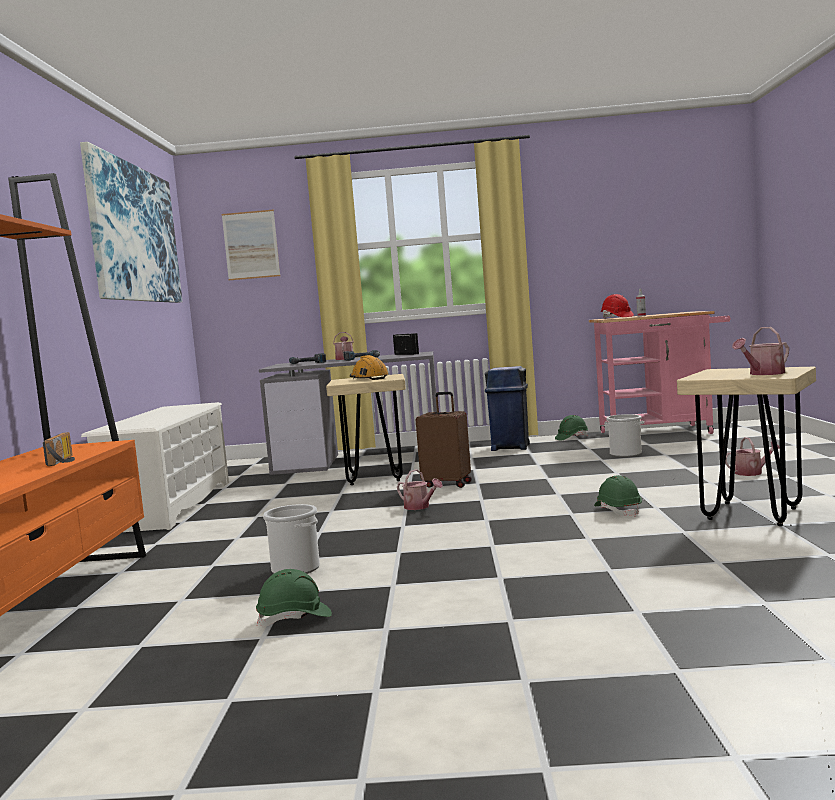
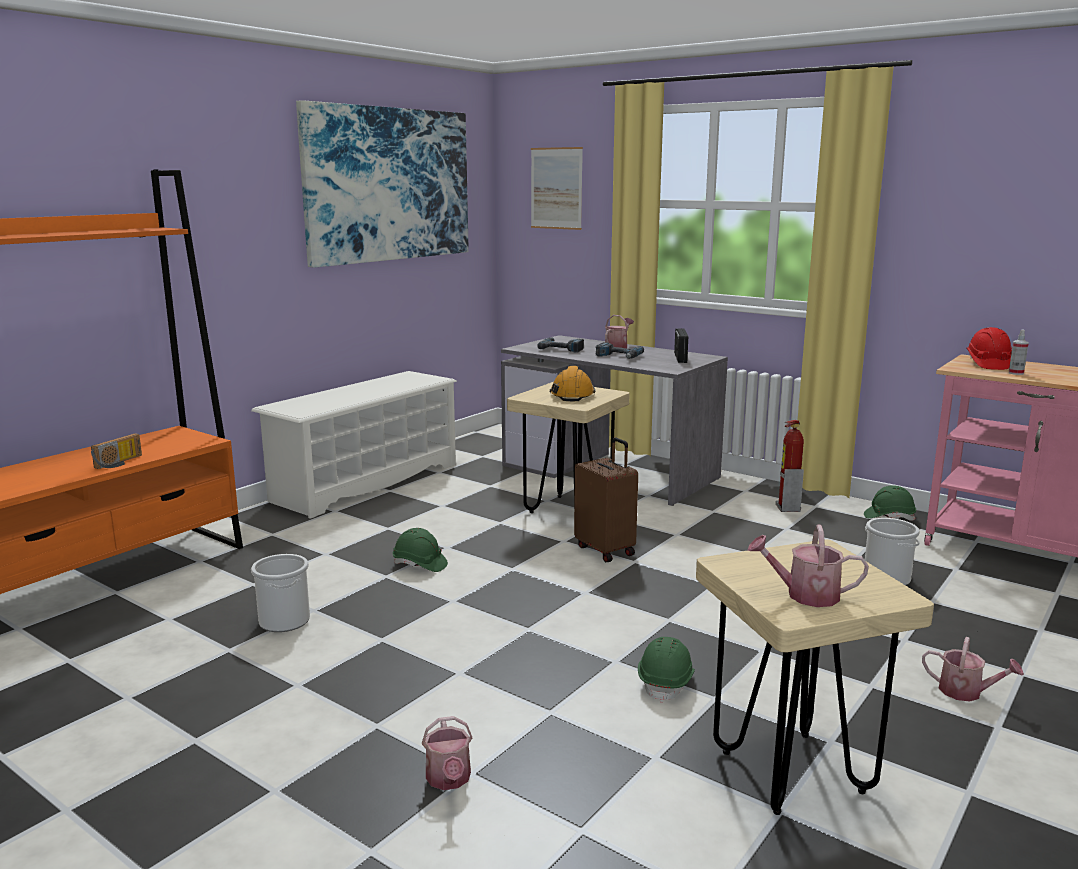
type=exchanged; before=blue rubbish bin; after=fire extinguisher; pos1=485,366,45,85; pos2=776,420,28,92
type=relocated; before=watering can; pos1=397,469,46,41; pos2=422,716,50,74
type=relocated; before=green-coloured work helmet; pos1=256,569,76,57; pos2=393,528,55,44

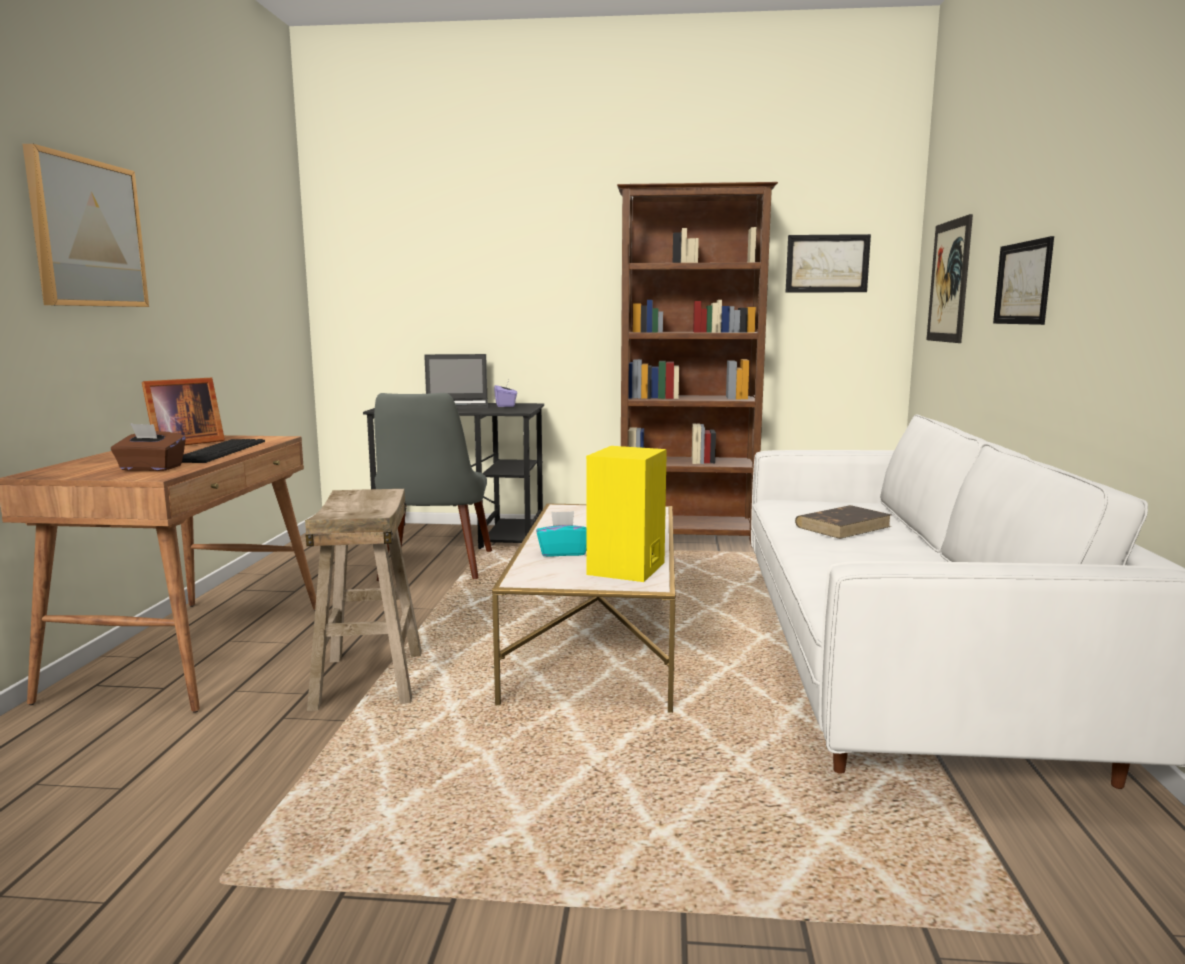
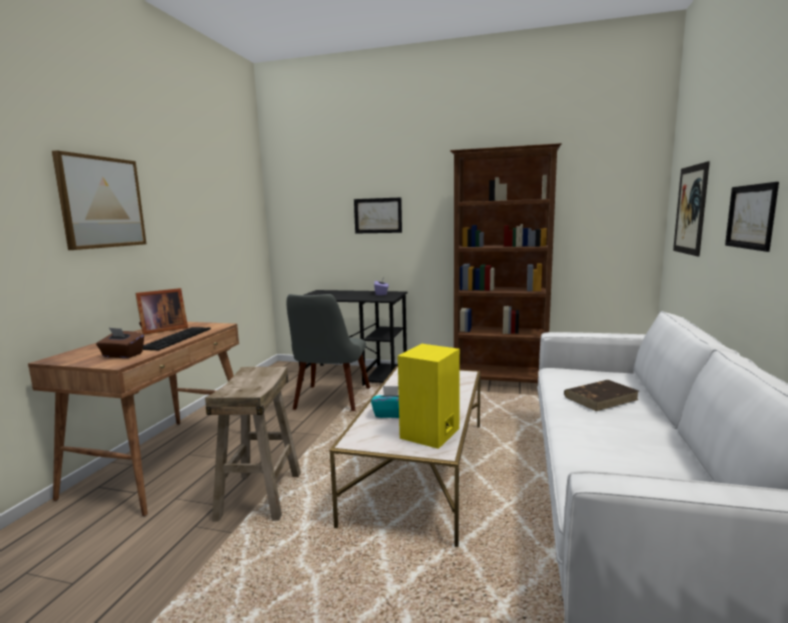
type=relocated; before=wall art; pos1=786,234,85,59; pos2=354,197,48,37
type=missing; before=laptop; pos1=424,354,64,55

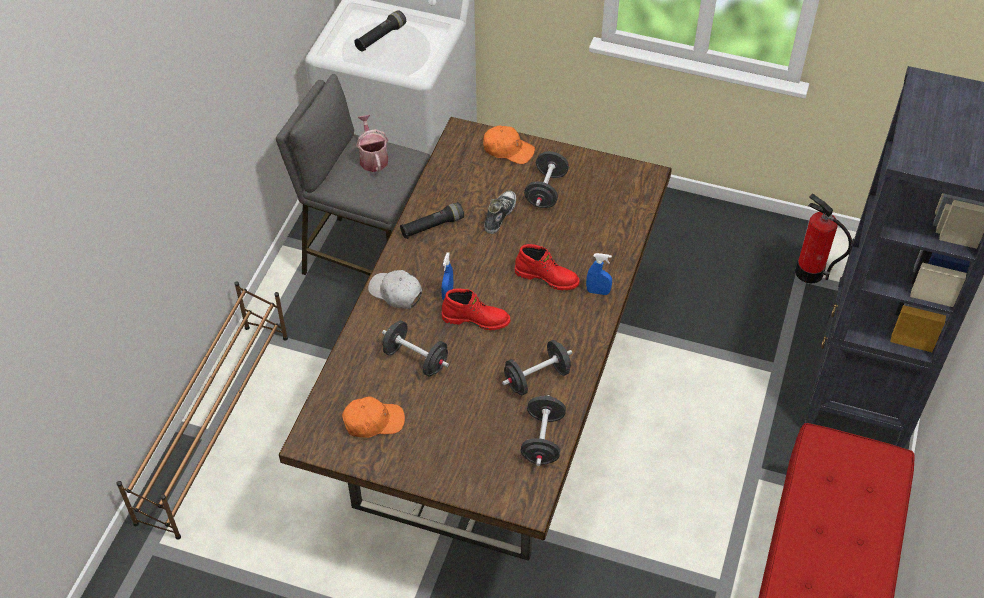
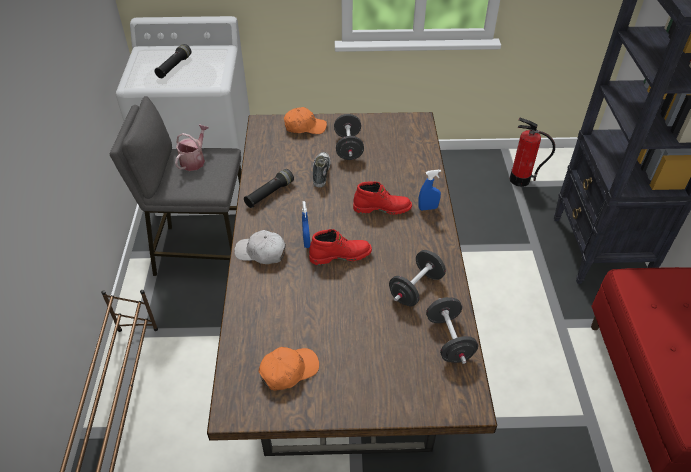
type=spun; before=watering can; pos1=356,115,32,57; pos2=175,124,34,47; turn=60
type=missing; before=black dumbbell; pos1=382,321,67,56

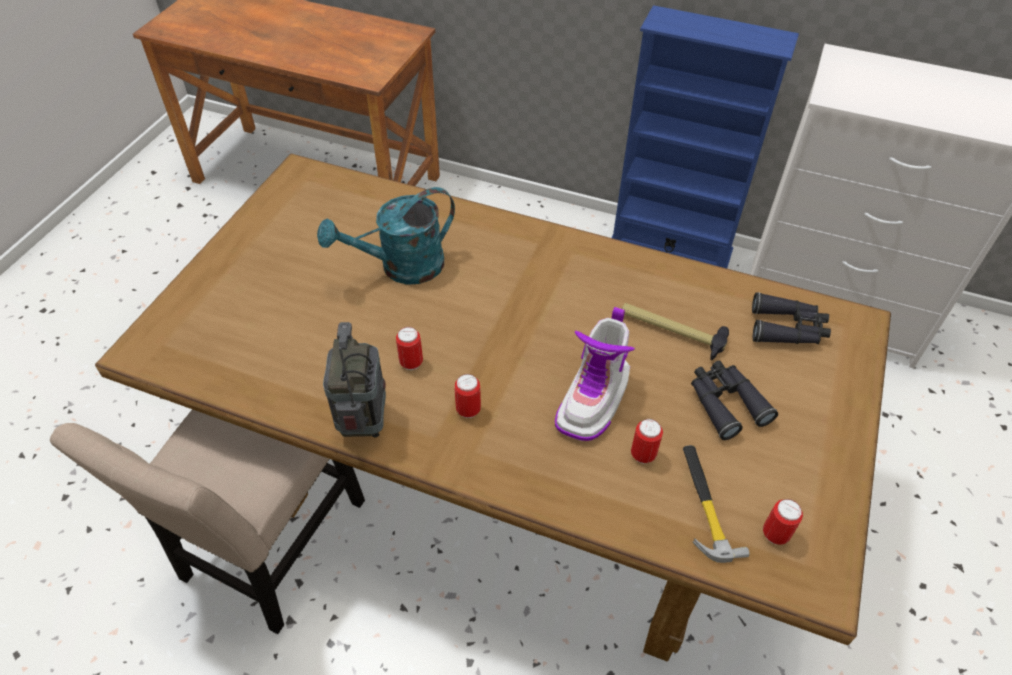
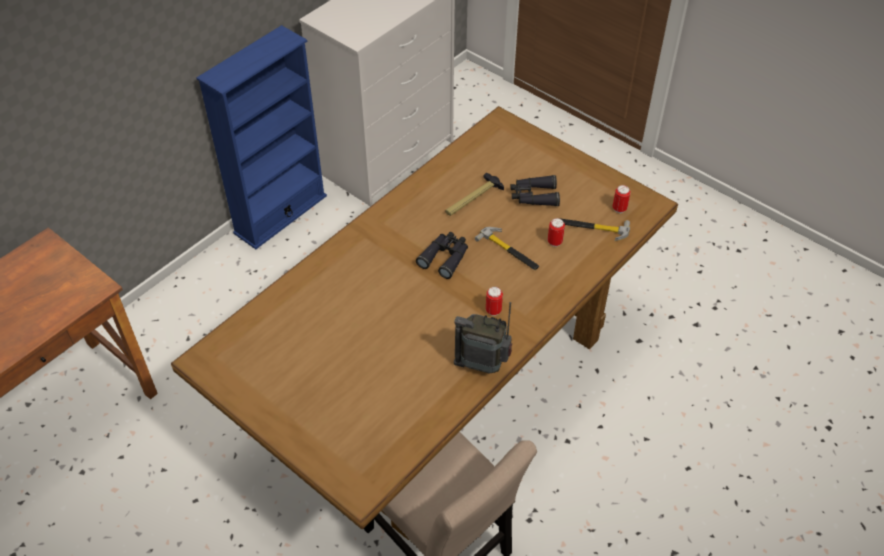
type=missing; before=turquoise watering can; pos1=317,187,138,98
type=relocated; before=black pair of binoculars; pos1=752,292,79,52; pos2=416,232,52,47
type=exchanged; before=tall boot; after=hammer; pos1=555,307,80,134; pos2=475,227,64,43
type=missing; before=sealed can; pos1=396,327,27,43

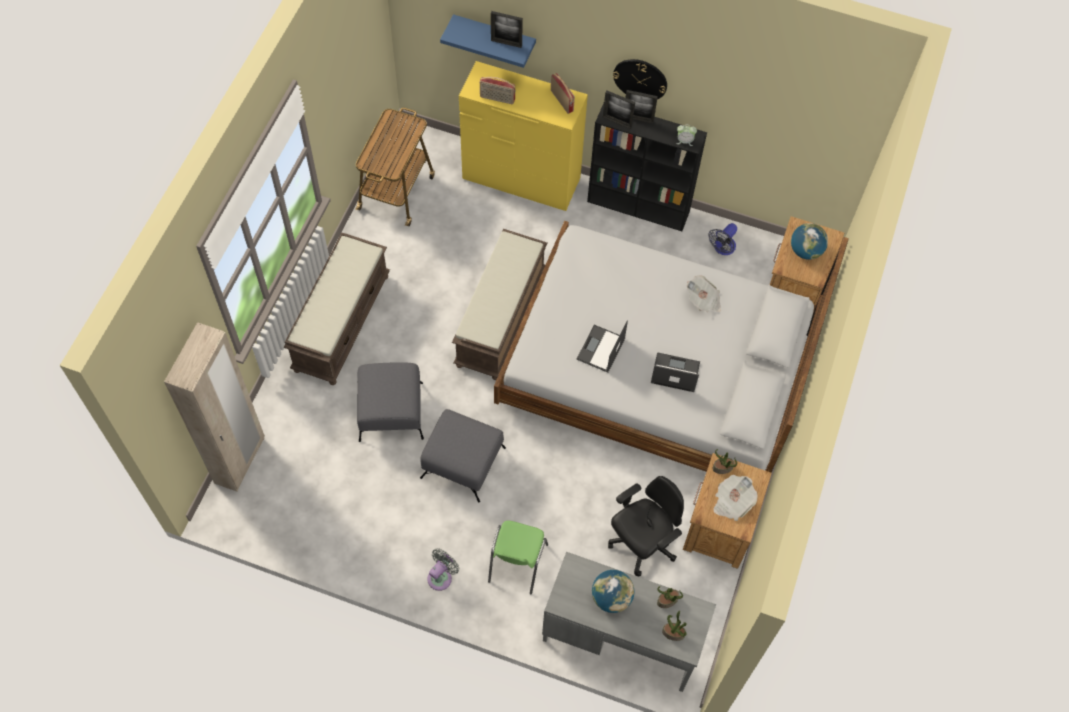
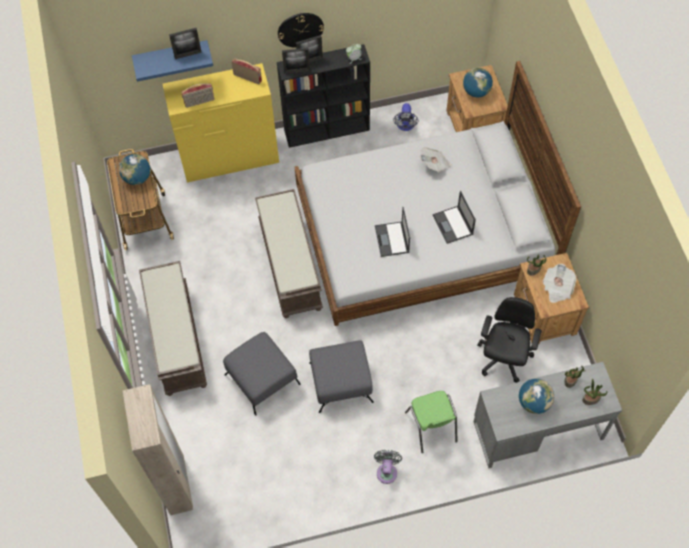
type=spun; before=laptop; pos1=651,352,49,40; pos2=433,191,43,53; turn=-90
type=appeared; after=world globe; pos2=119,154,31,31

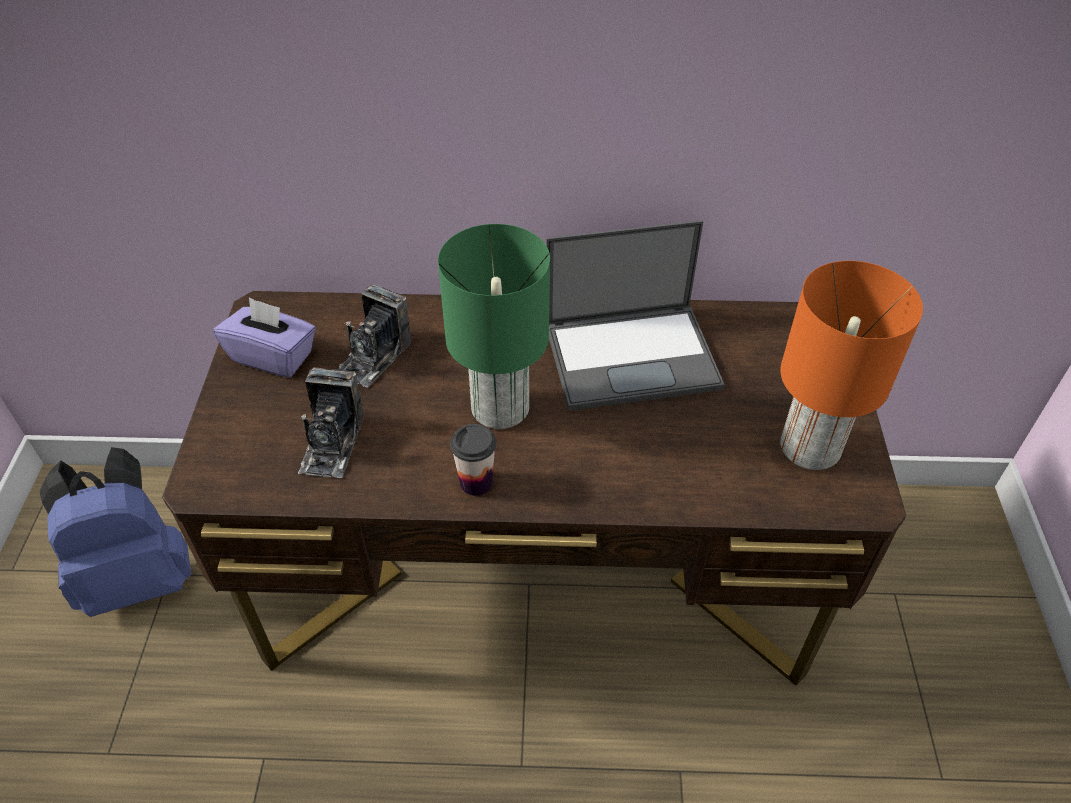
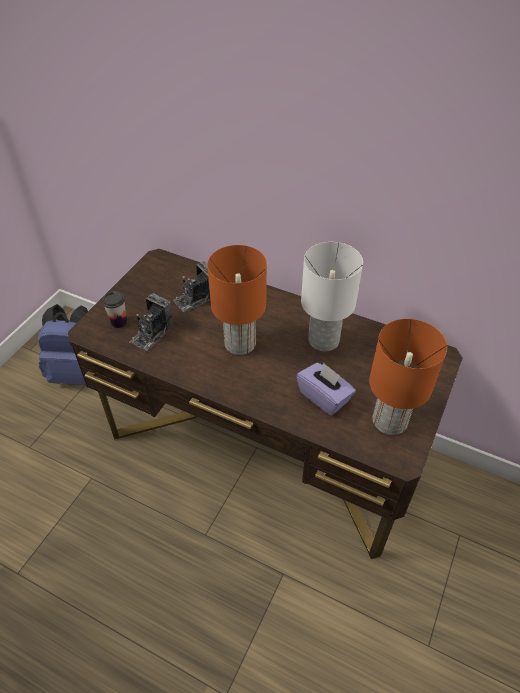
type=exchanged; before=laptop; after=whitish tabletop lamp; pos1=546,220,179,191; pos2=301,242,62,109
type=colour; before=green-coloured tabletop lamp; after=orangey tabletop lamp; pos1=438,224,112,205; pos2=207,245,60,110
type=relocated; before=purple-coloured tissue box; pos1=214,297,102,81; pos2=296,362,60,54
type=relocated; before=drinking cup; pos1=450,424,46,72; pos2=102,291,25,37

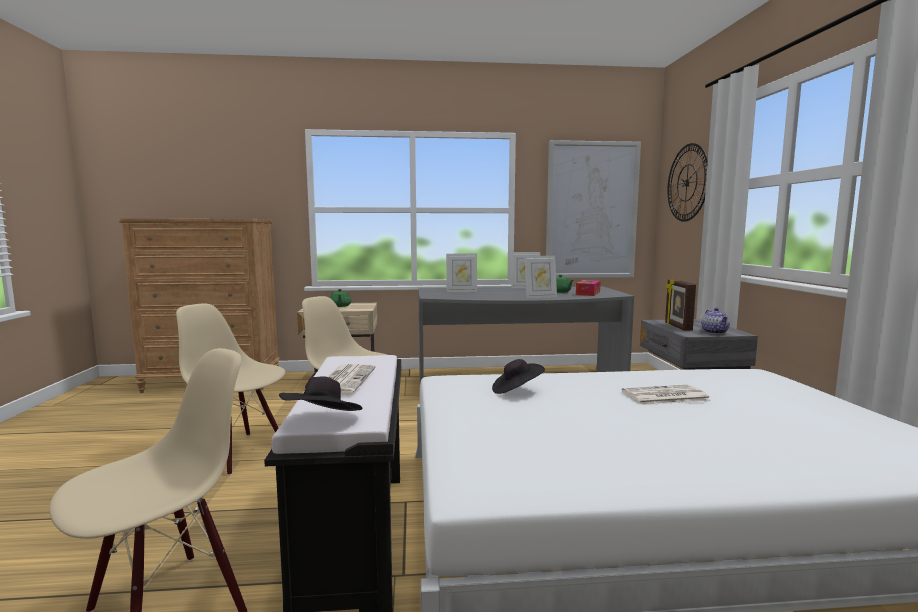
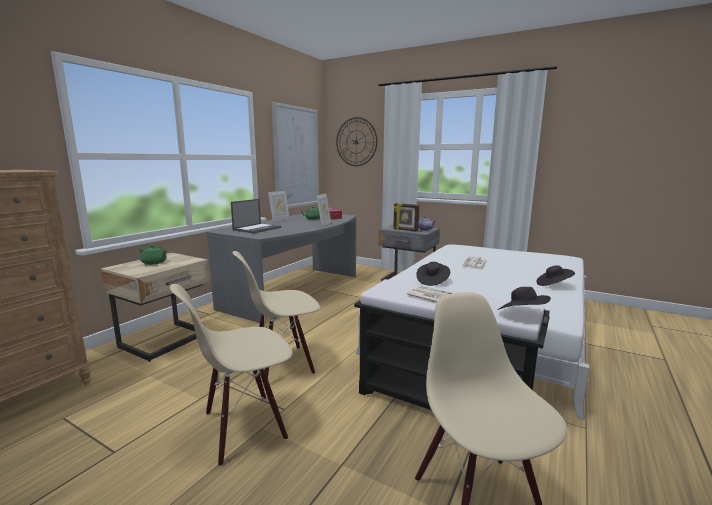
type=exchanged; before=standing frame; after=laptop; pos1=446,254,31,38; pos2=231,199,50,34
type=appeared; after=black wearable hat; pos2=536,265,39,21

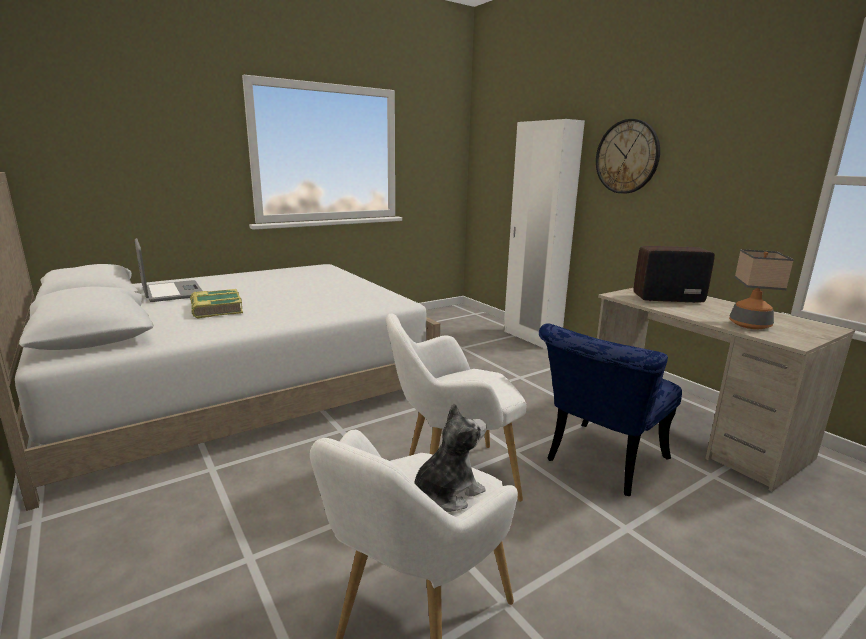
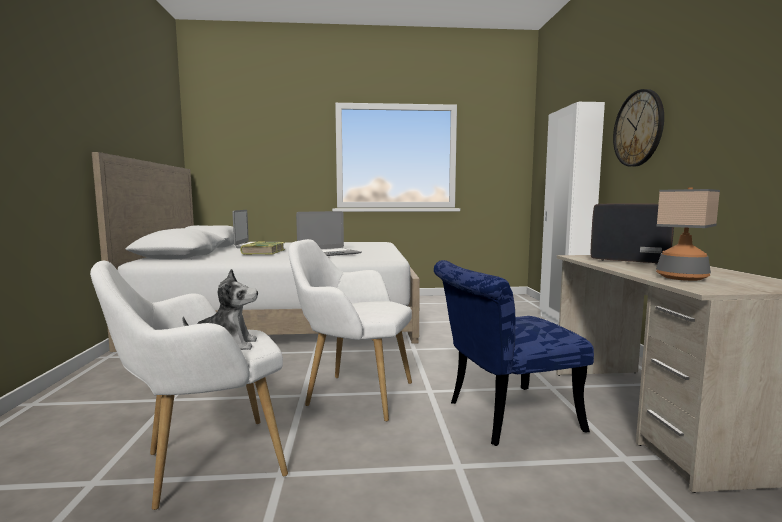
type=appeared; after=laptop; pos2=296,211,66,45

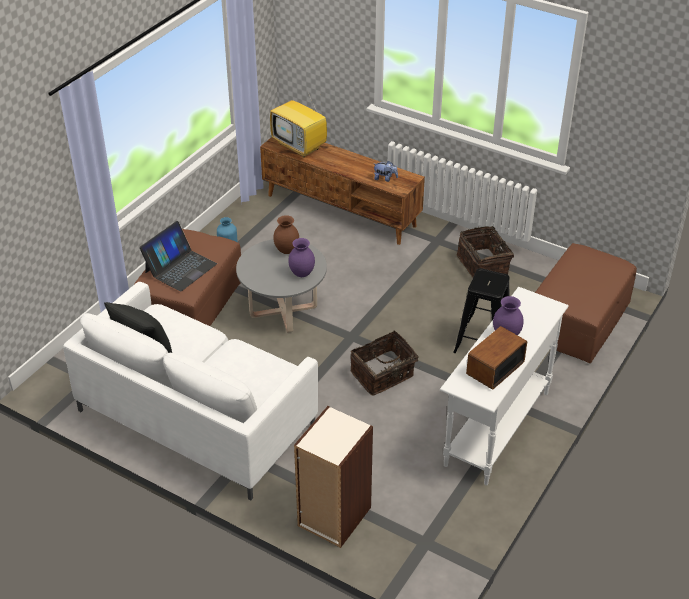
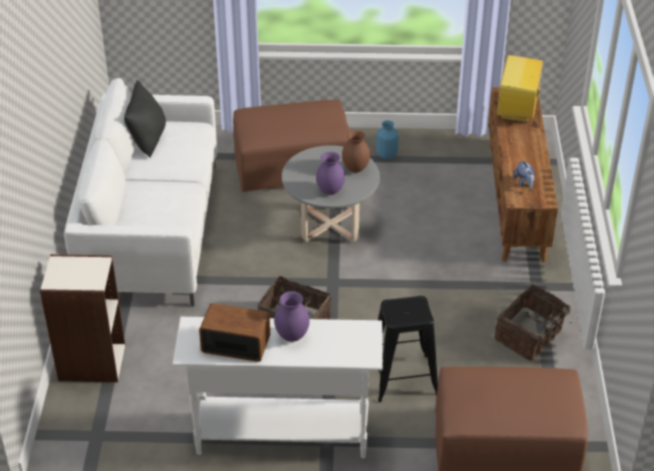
type=missing; before=laptop; pos1=139,221,78,71

